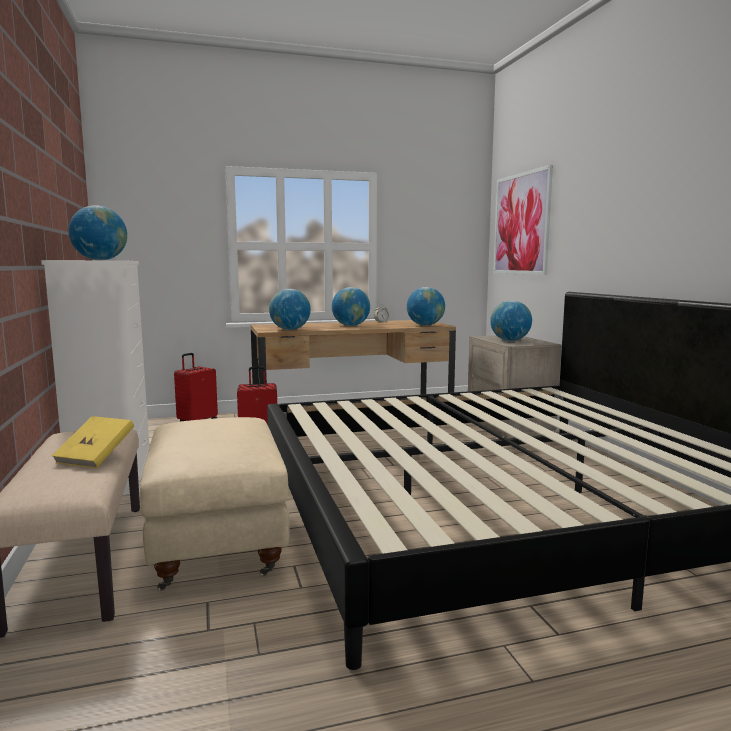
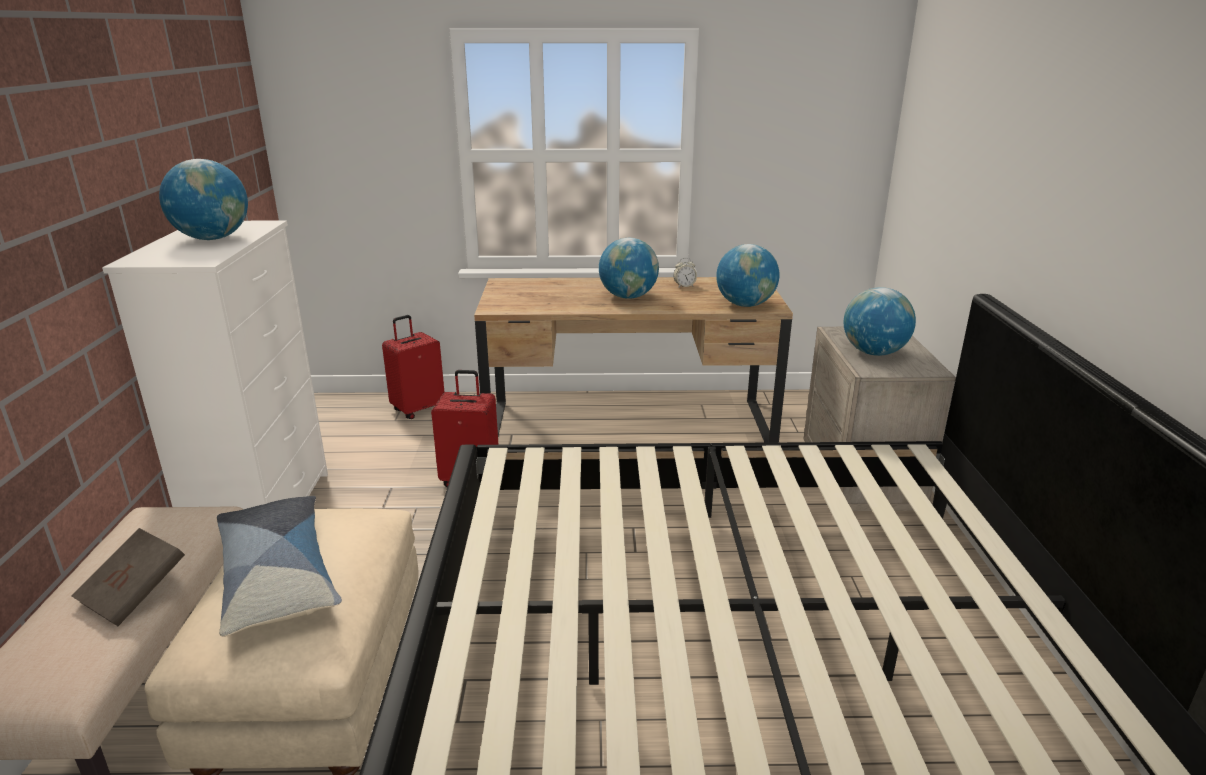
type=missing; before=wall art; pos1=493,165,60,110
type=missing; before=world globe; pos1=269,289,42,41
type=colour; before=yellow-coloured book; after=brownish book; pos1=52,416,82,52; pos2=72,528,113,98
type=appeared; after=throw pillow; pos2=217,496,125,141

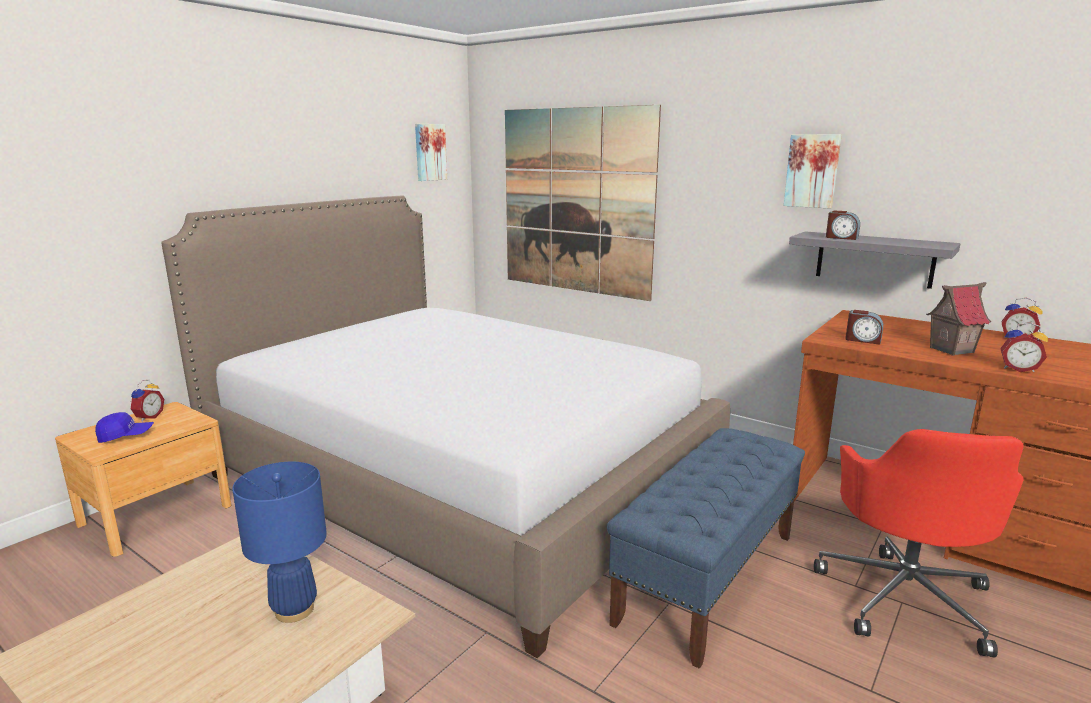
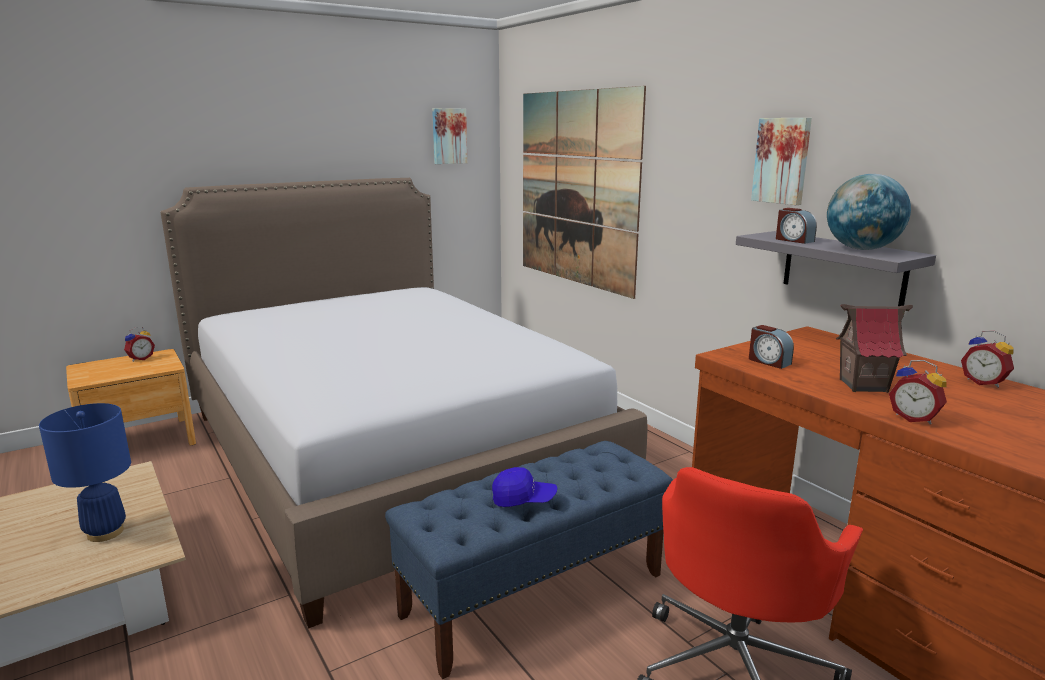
type=relocated; before=blue peaked cap; pos1=95,412,59,31; pos2=492,467,65,40
type=appeared; after=world globe; pos2=827,174,84,76

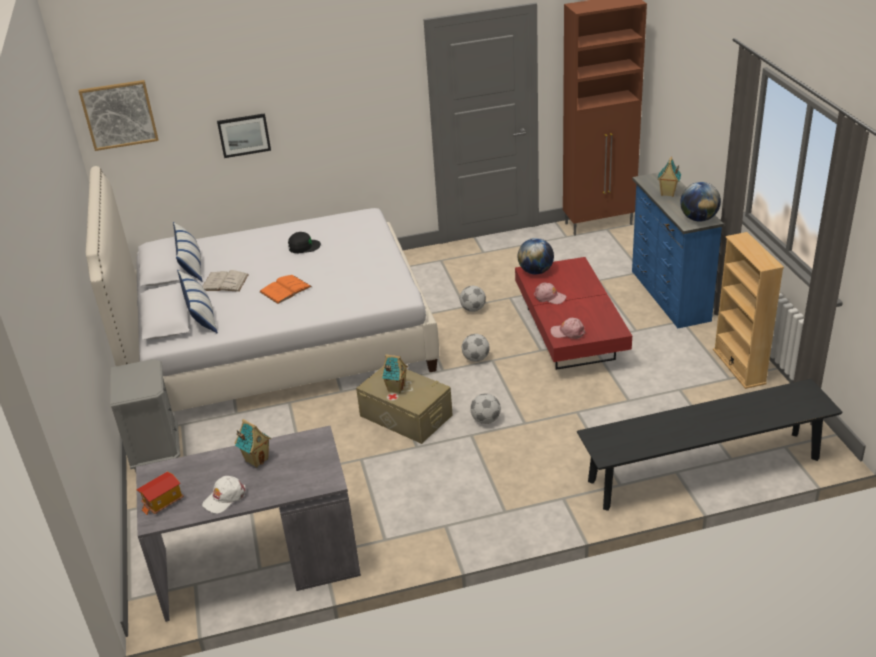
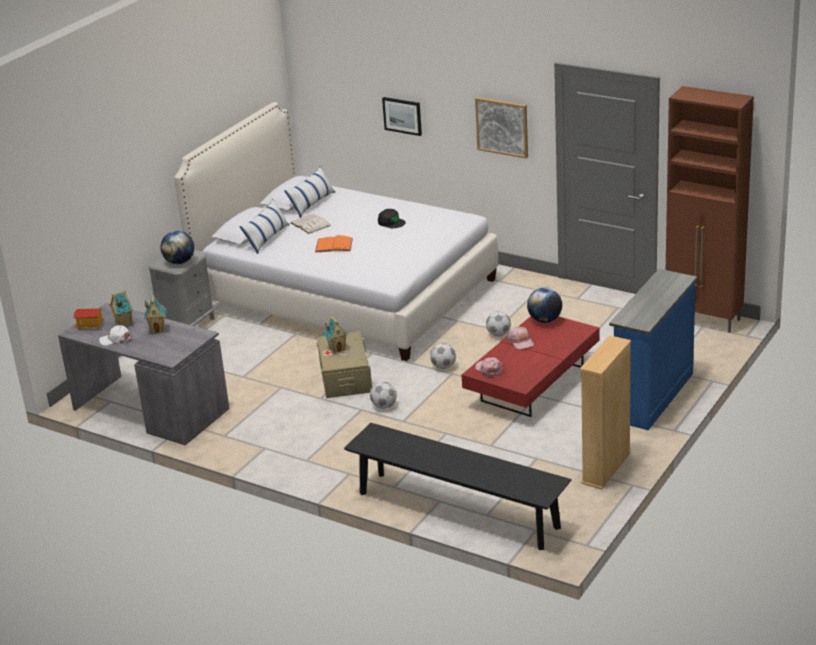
type=relocated; before=wall art; pos1=79,80,80,71; pos2=475,97,53,62
type=relocated; before=miniature house; pos1=657,156,24,41; pos2=110,290,23,36
type=relocated; before=world globe; pos1=680,182,41,40; pos2=161,231,33,33

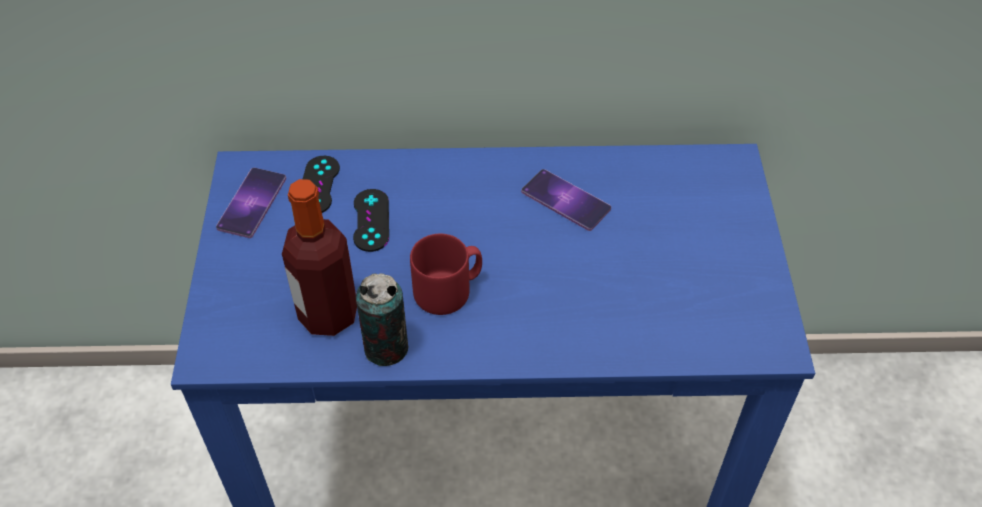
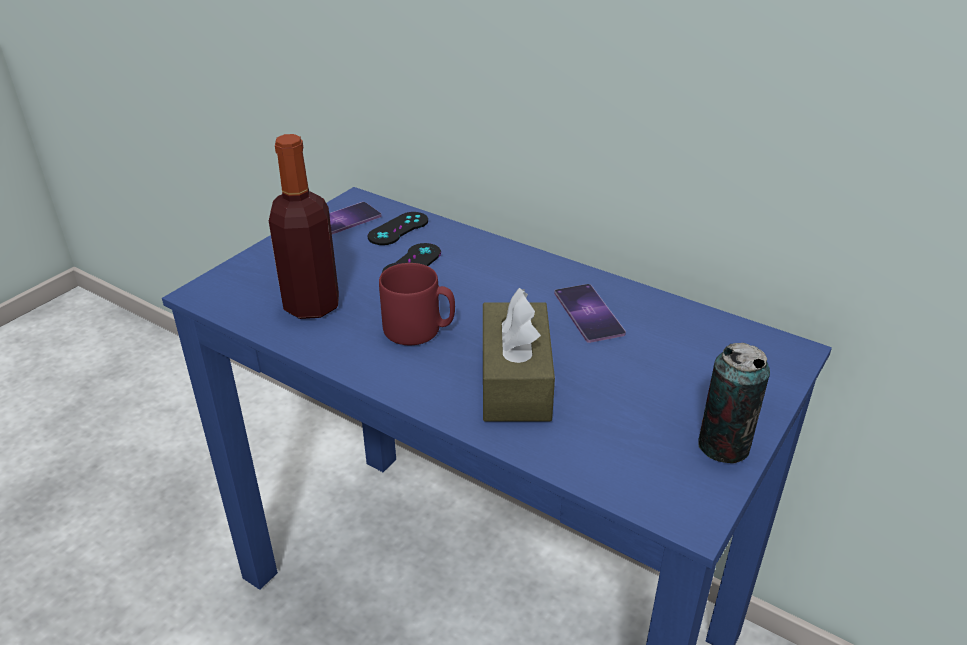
type=relocated; before=sealed can; pos1=356,273,53,93; pos2=698,343,72,120
type=appeared; after=brownish tissue box; pos2=483,288,72,134

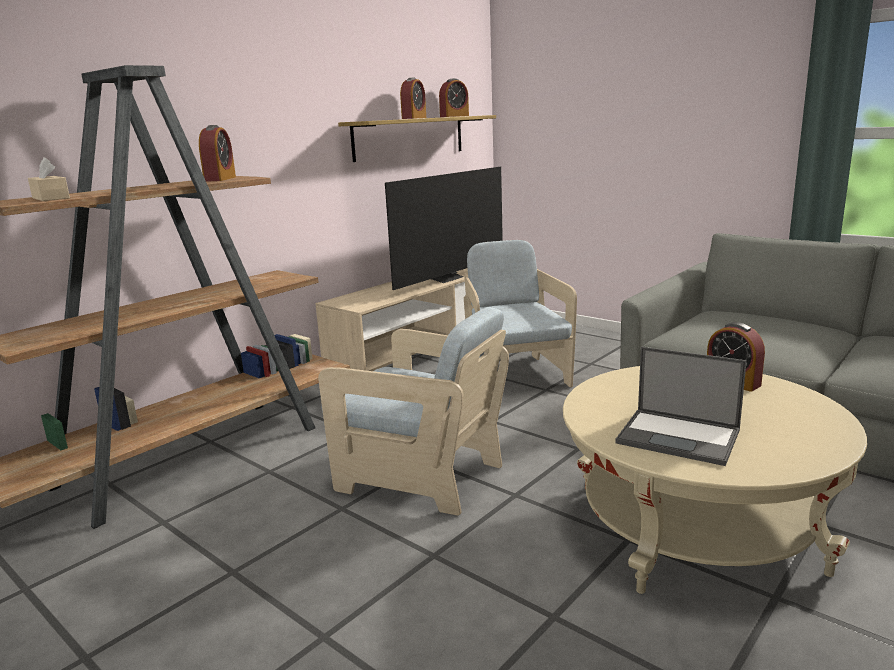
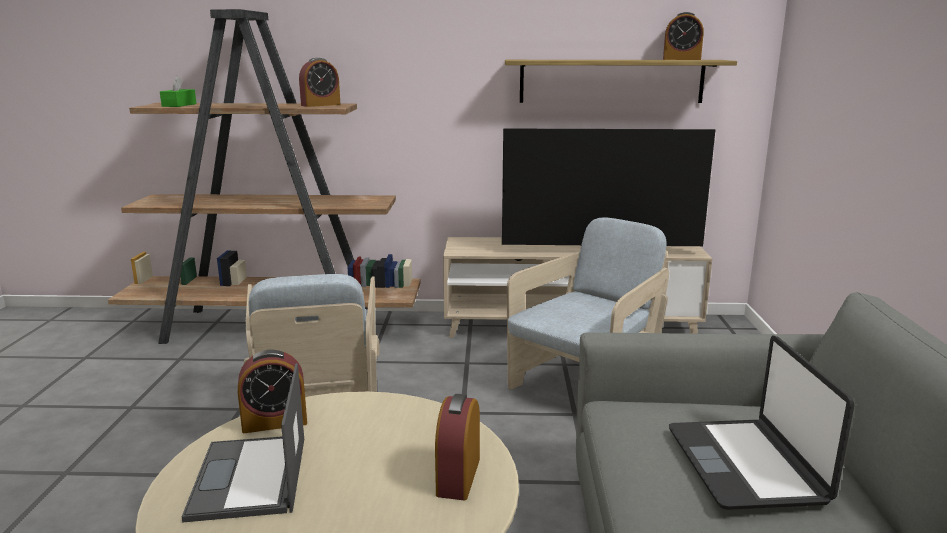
type=relocated; before=bedside clock; pos1=400,77,26,42; pos2=238,350,69,83
type=colour; before=sand-coloured tissue box; after=green-coloured tissue box; pos1=28,157,42,44; pos2=160,76,37,31
type=appeared; after=laptop; pos2=669,336,185,174

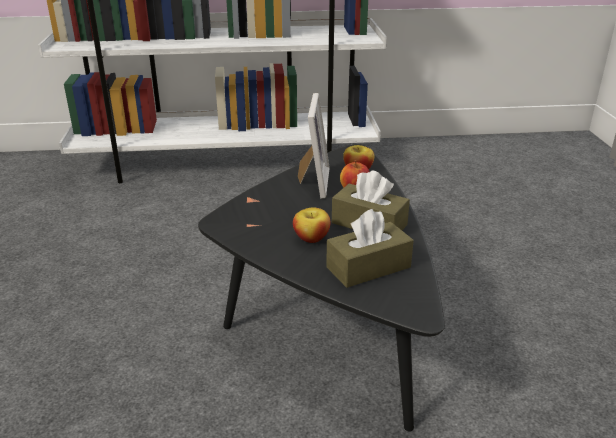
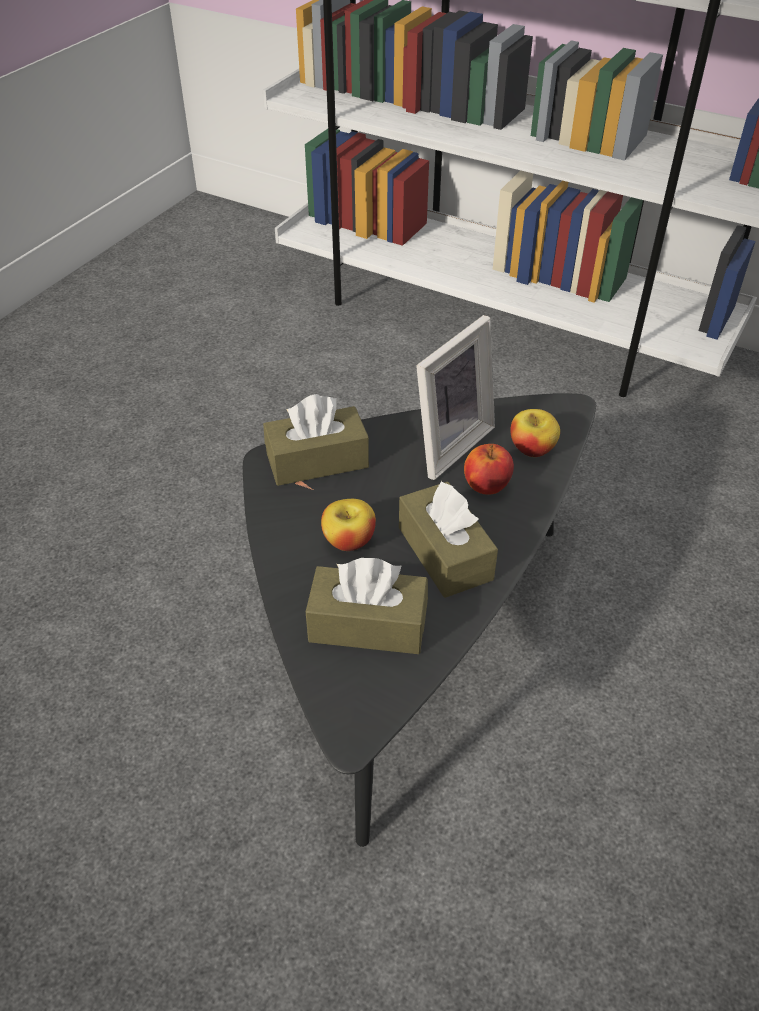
type=appeared; after=brownish tissue box; pos2=263,394,106,92

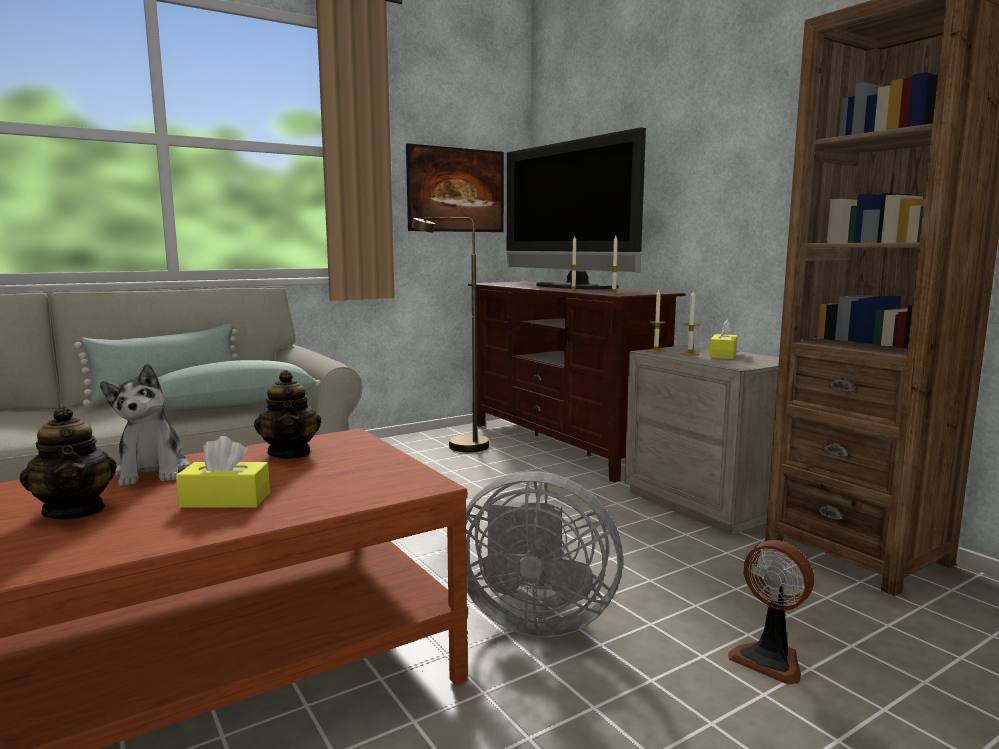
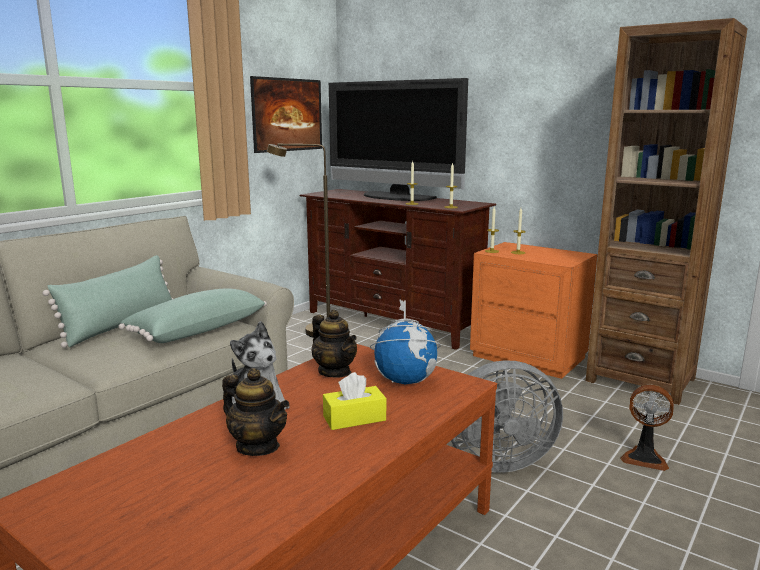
type=missing; before=yellow-coloured tissue box; pos1=709,320,29,39
type=colour; before=sand-coloured bedside table; after=orangey bedside table; pos1=625,344,154,191; pos2=470,242,128,137
type=appeared; after=world globe; pos2=370,299,71,85

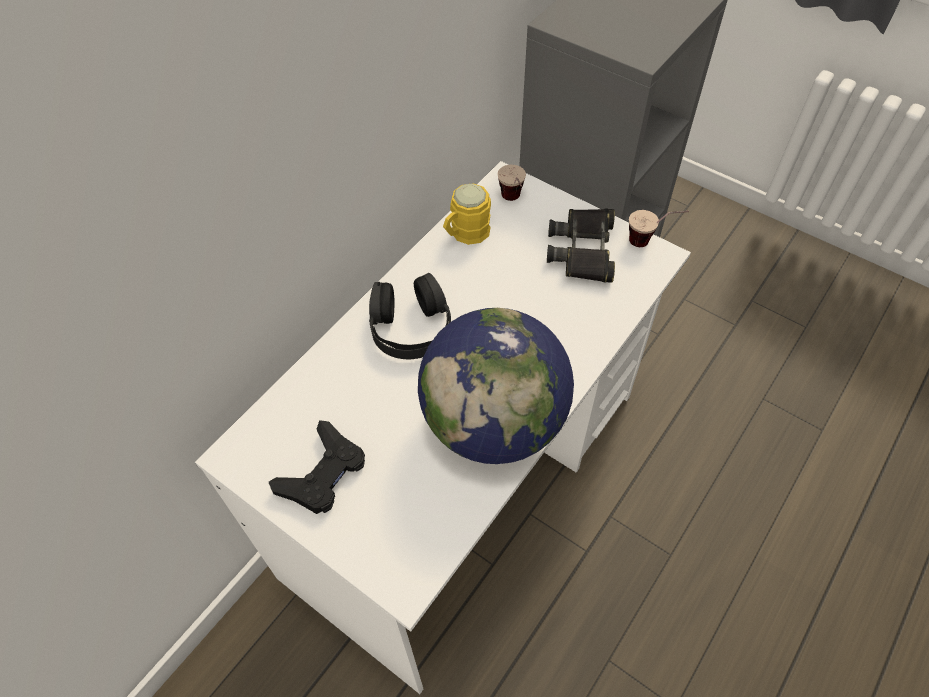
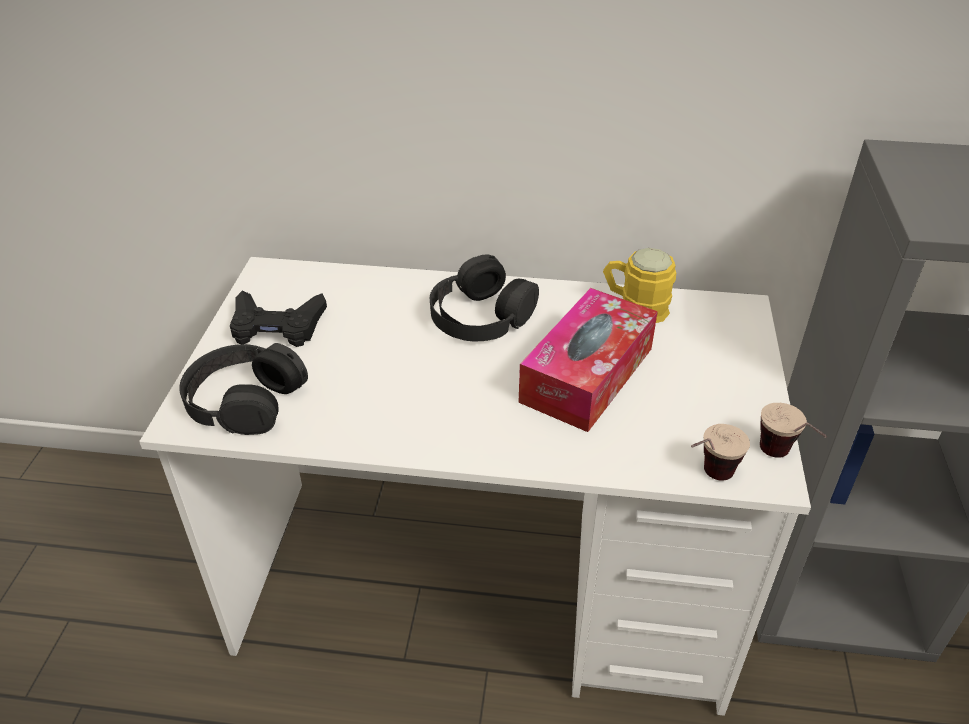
type=relocated; before=drinking cup; pos1=498,165,28,36; pos2=691,424,59,57
type=missing; before=black pair of binoculars; pos1=547,209,68,74
type=missing; before=world globe; pos1=418,308,156,156
type=appeared; after=tissue box; pos2=518,288,140,144
type=appeared; after=black headphones; pos2=179,343,129,92

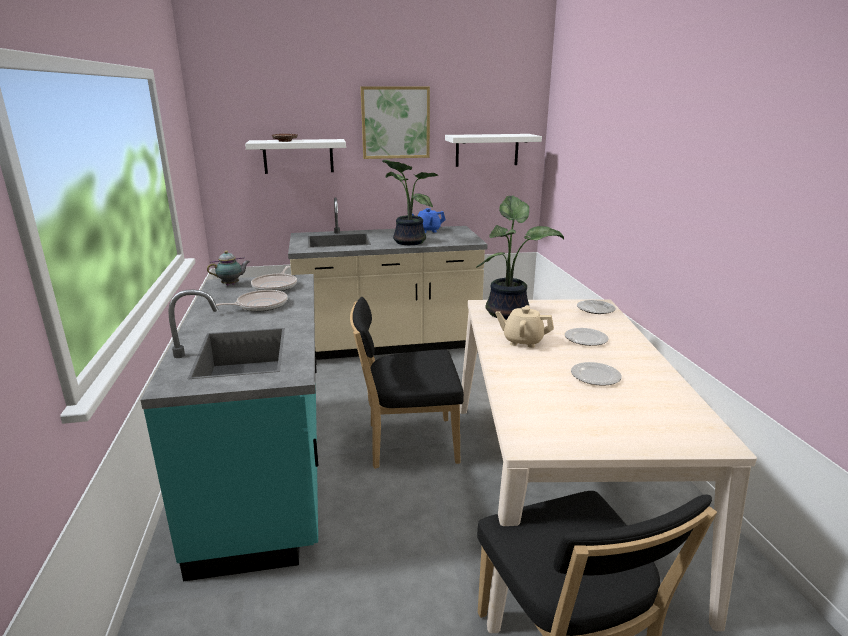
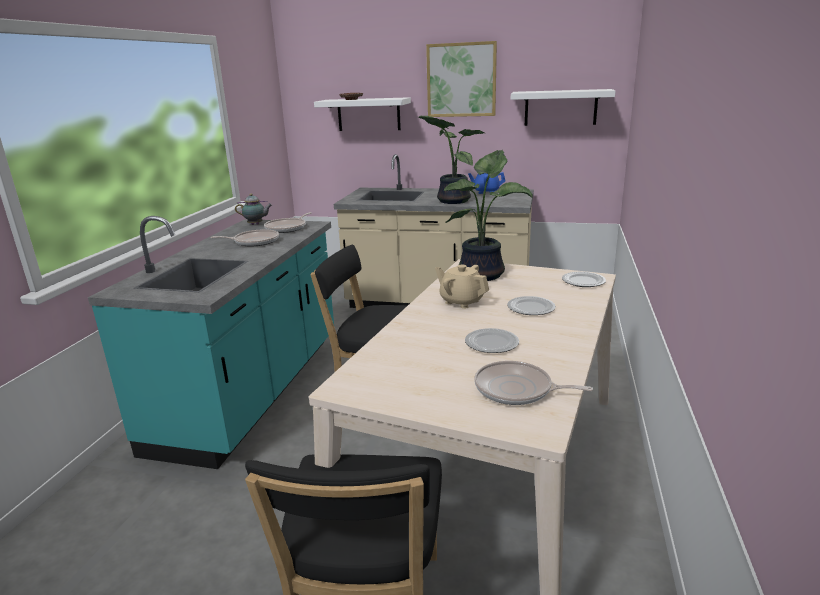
type=appeared; after=pan; pos2=474,361,119,44

